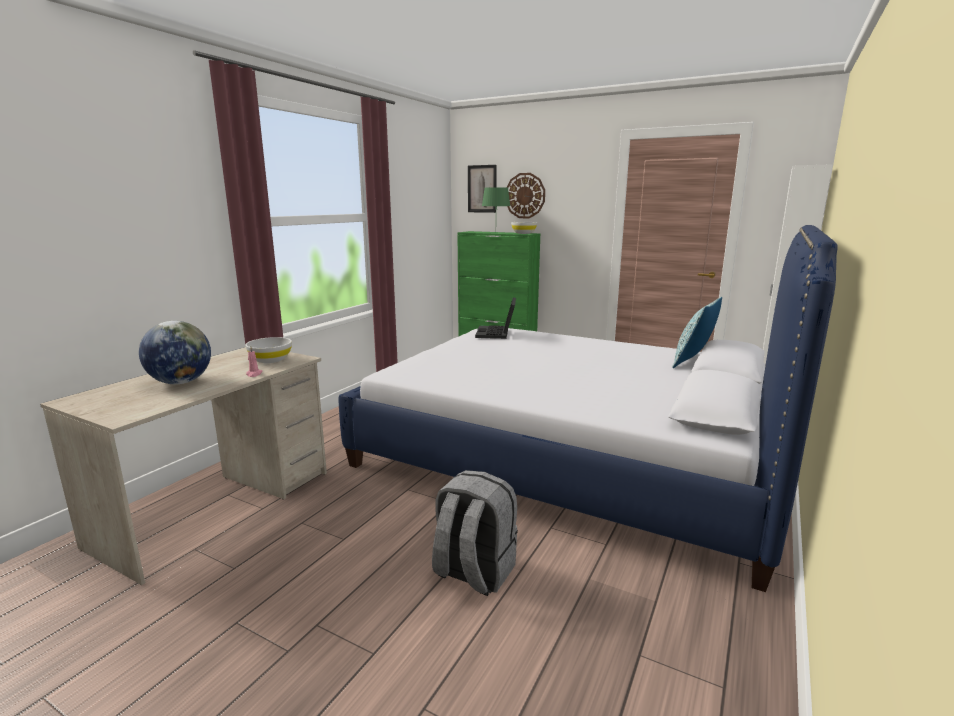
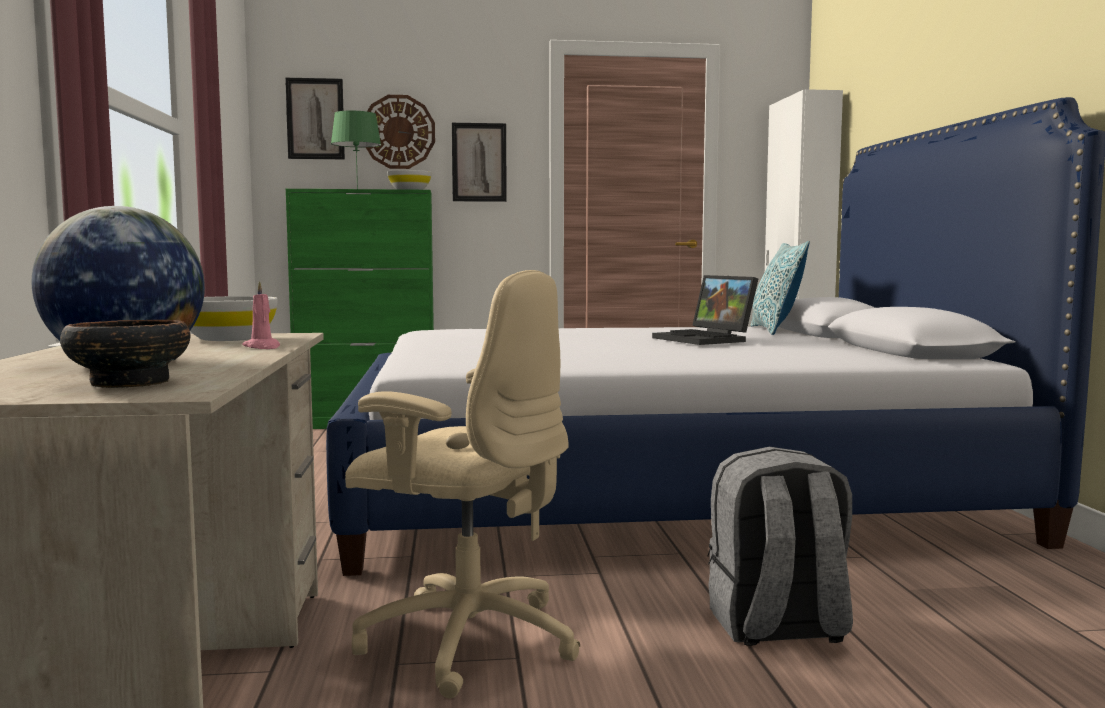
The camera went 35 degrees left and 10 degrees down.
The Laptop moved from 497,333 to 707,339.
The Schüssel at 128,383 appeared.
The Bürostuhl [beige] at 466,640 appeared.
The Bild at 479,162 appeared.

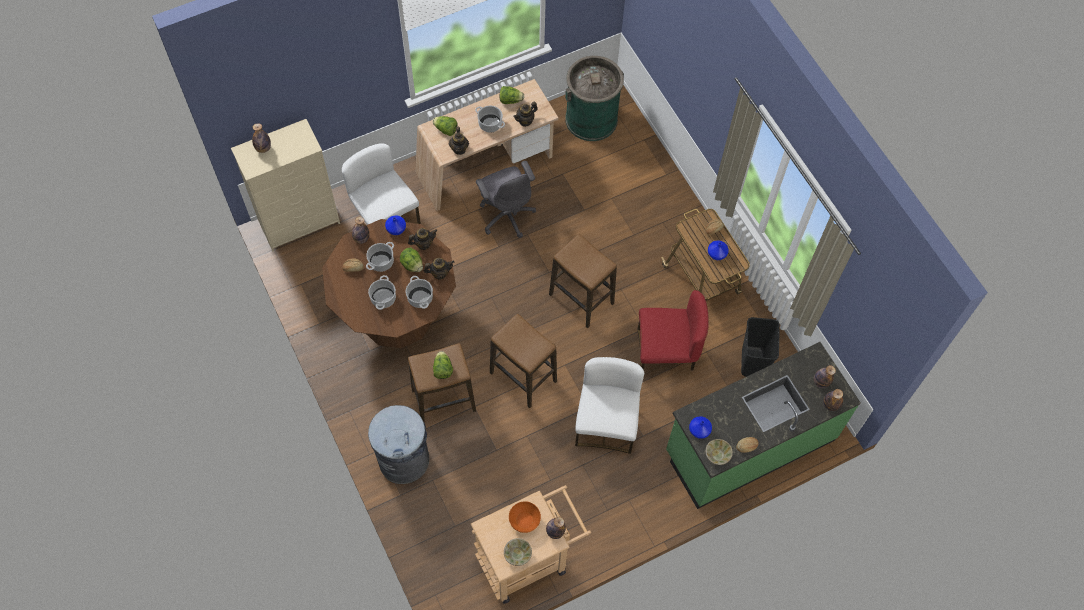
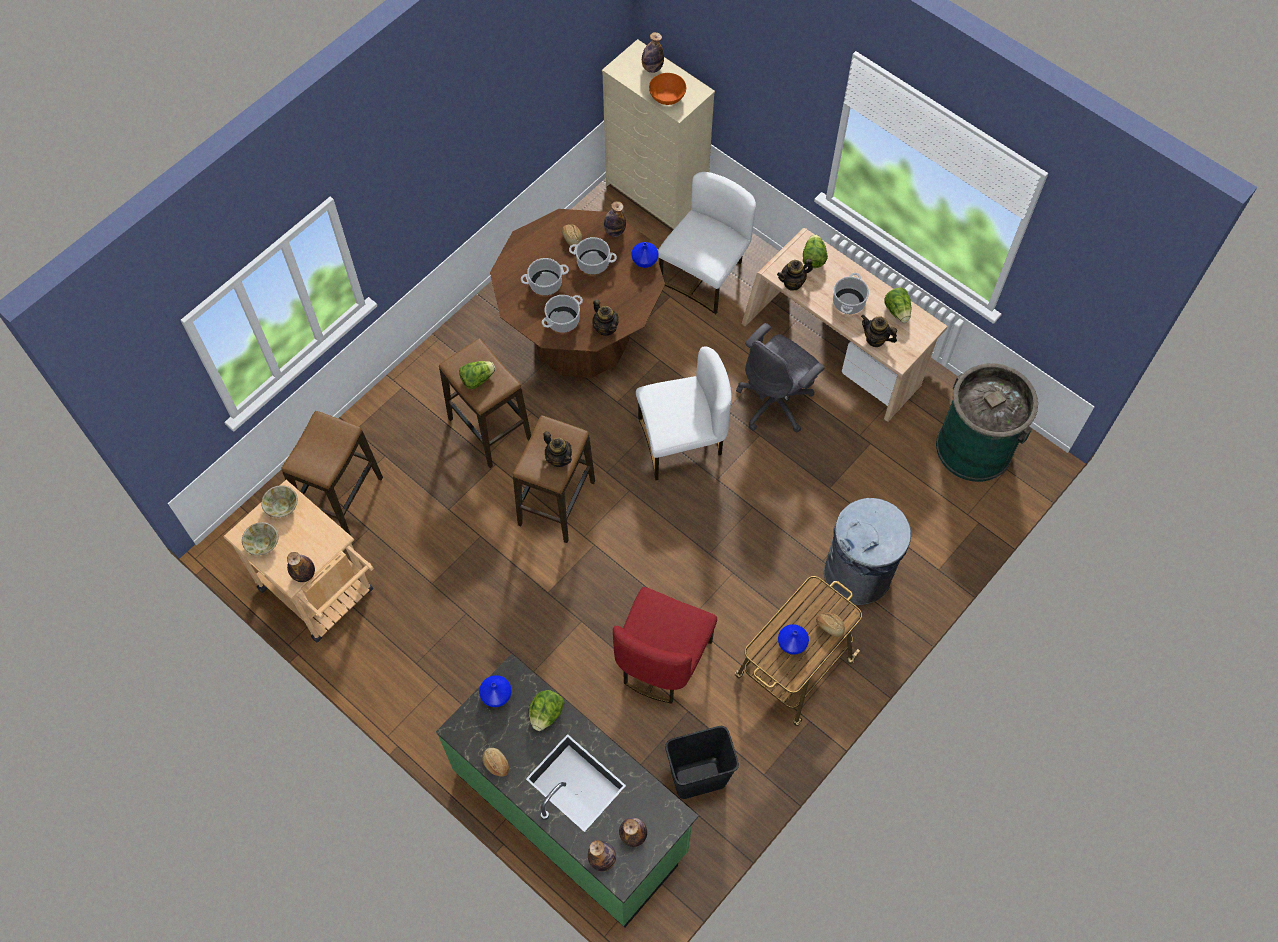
The camera went 70 degrees right and 0 degrees up.
The Mülleimer [grau] moved from 404,459 to 858,574.
The Salatkopf moved from 412,265 to 546,714.
The Teekanne moved from 423,244 to 559,458.
The Schüssel [orange] moved from 524,520 to 667,97.
The Hocker moved from 581,299 to 342,499.
The Stuhl [weiß] moved from 606,423 to 681,442.
The Stuhl [rot] at 665,354 turned 45 degrees clockwise.
The Schüssel [beige] moved from 717,454 to 282,506.

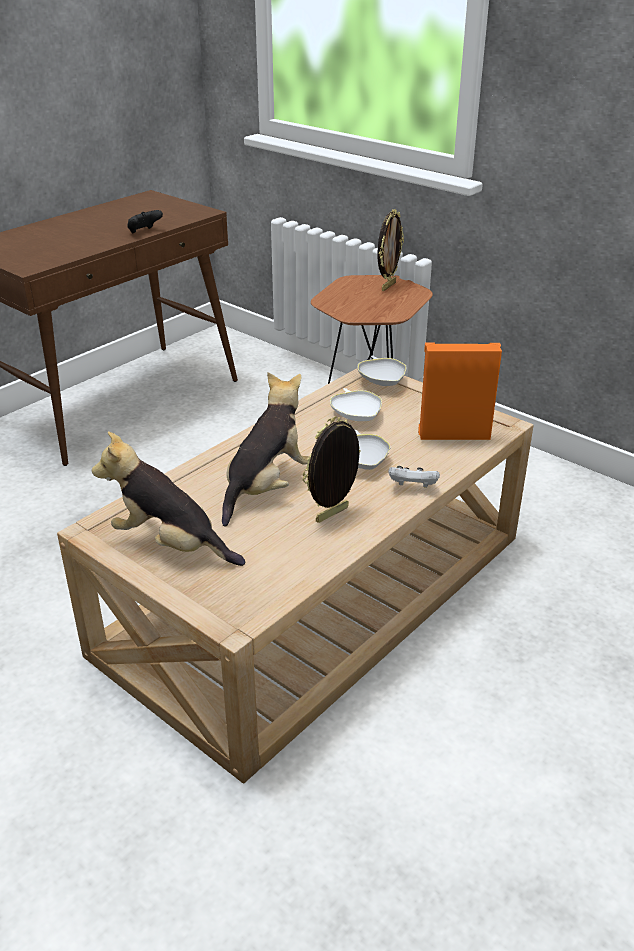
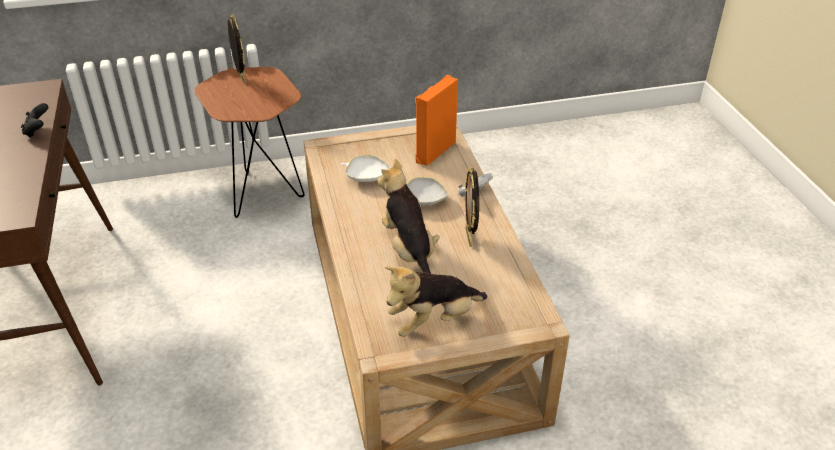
The camera went 55 degrees left and 5 degrees up.
The Schüssel [weiß] at 382,381 disappeared.

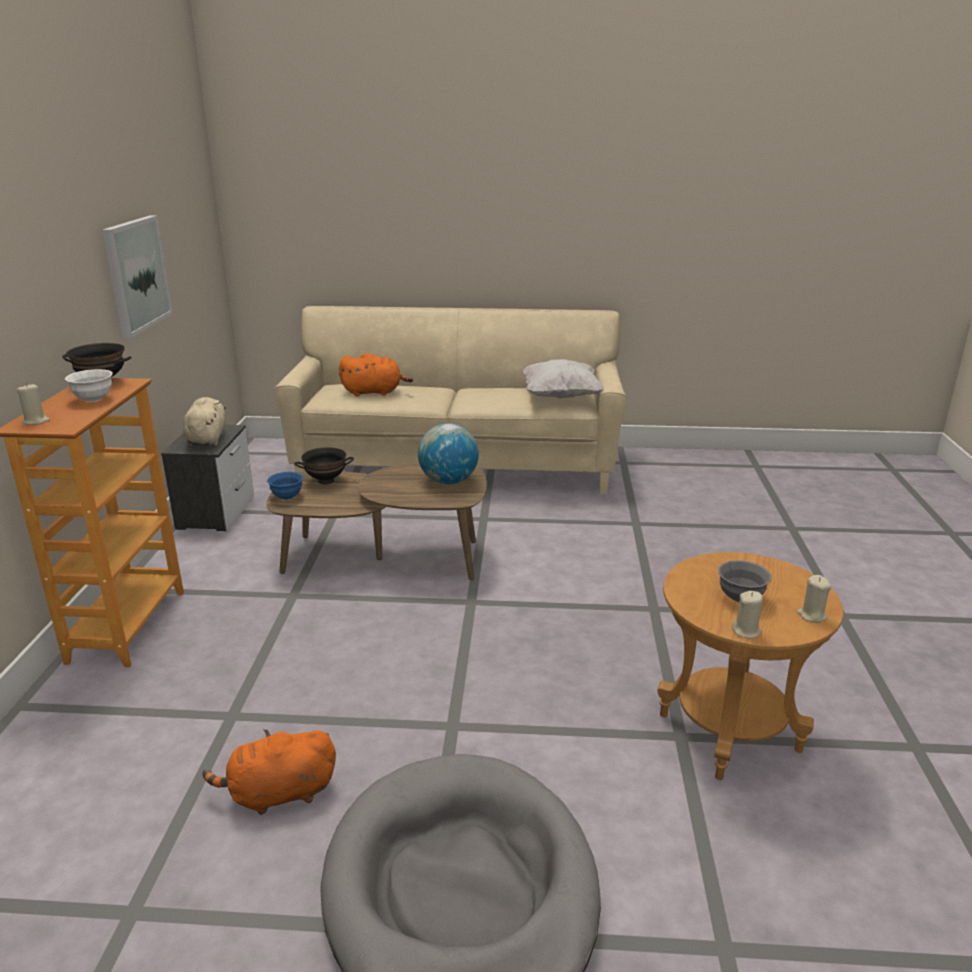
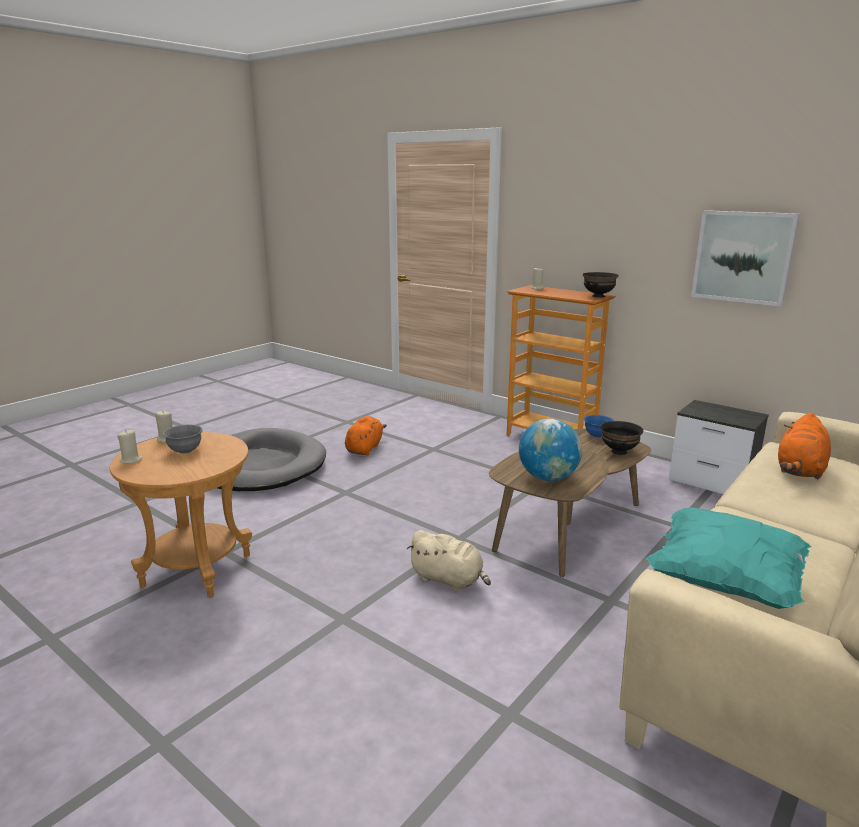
The camera went 125 degrees right and 5 degrees down.
The Schüssel [weiß] at 94,399 disappeared.
The Plüschtier [beige] moved from 207,439 to 449,580.
The Kissen [weiß] at 560,397 became the Kissen [türkis] at 725,582.

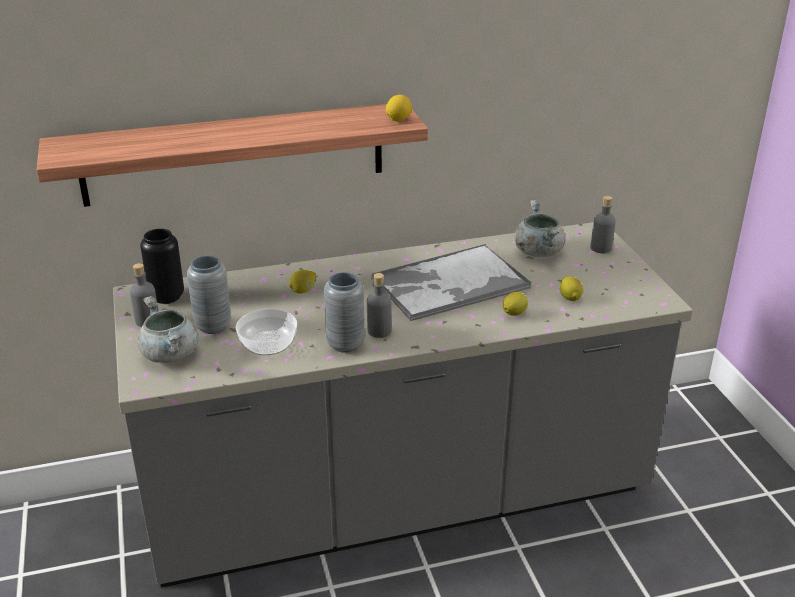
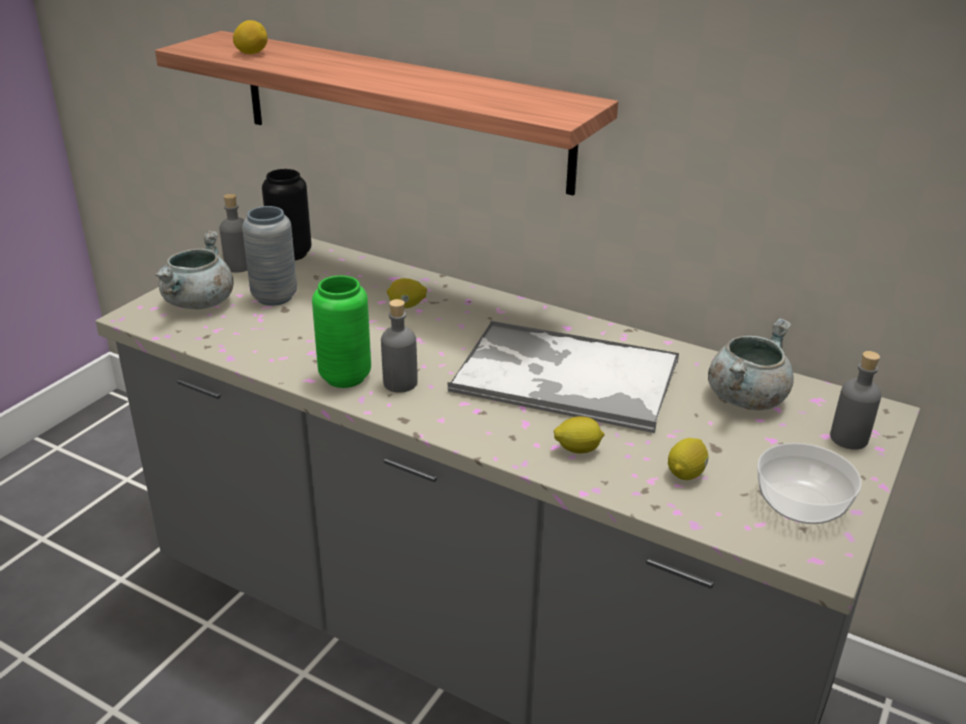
The camera went 45 degrees right and 0 degrees up.
The Schüssel moved from 268,345 to 801,504.
The Vase [grau] at 345,344 became the Vase [grün] at 345,377.
The Zitrone moved from 398,119 to 252,53.

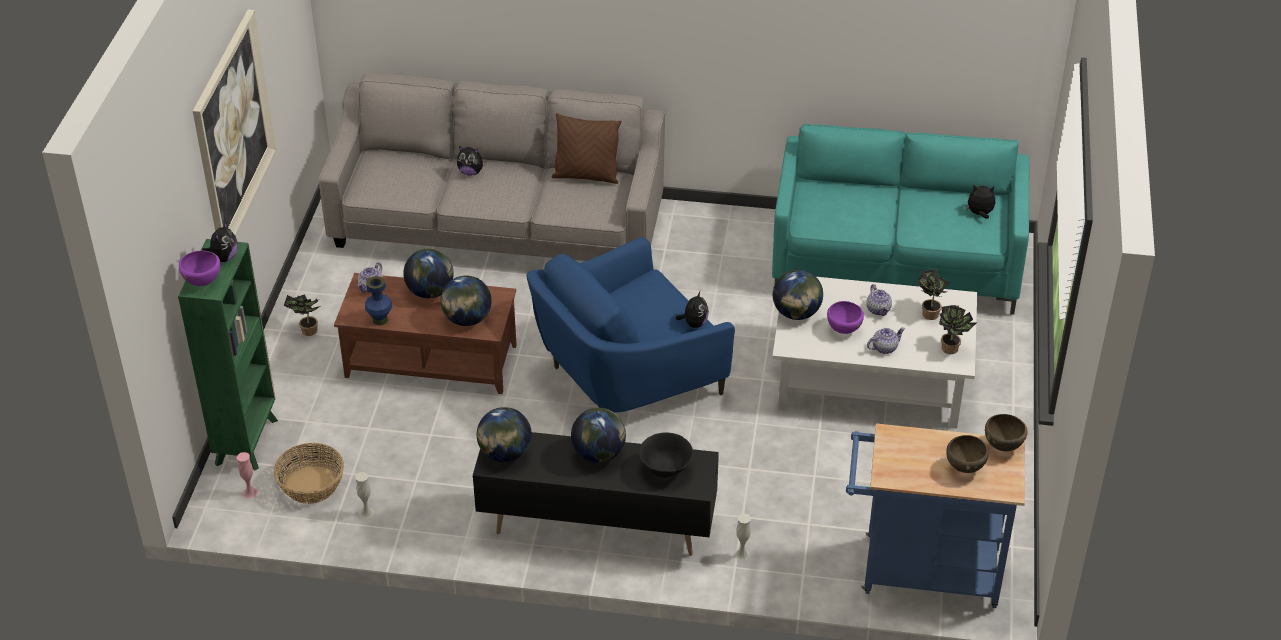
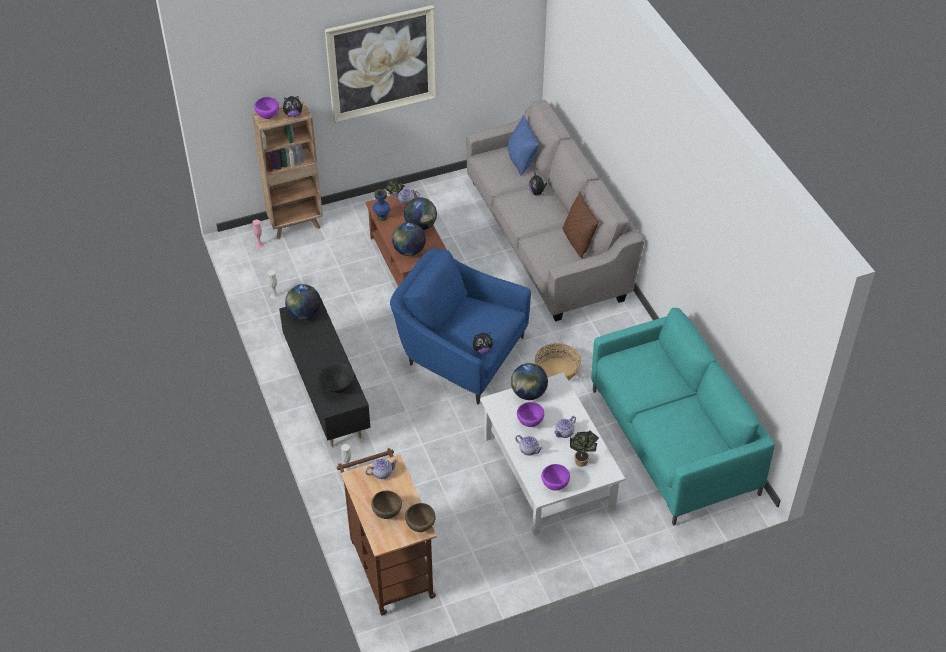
The camera went 60 degrees right and 5 degrees up.
The Bücherregal [grün] at 247,440 became the Bücherregal [braun] at 296,225.
The Korb moved from 312,485 to 557,371.
The Globus at 599,454 disappeared.
The Rollwagen [blau] at 921,572 became the Rollwagen [braun] at 389,564.
The Topfpflanze at 952,349 was replaced by the Schüssel [lila] at 554,486.
The Plüschtier at 979,214 disappeared.
The Teekanne at 382,473 appeared.
The Kissen [blau] at 521,160 appeared.

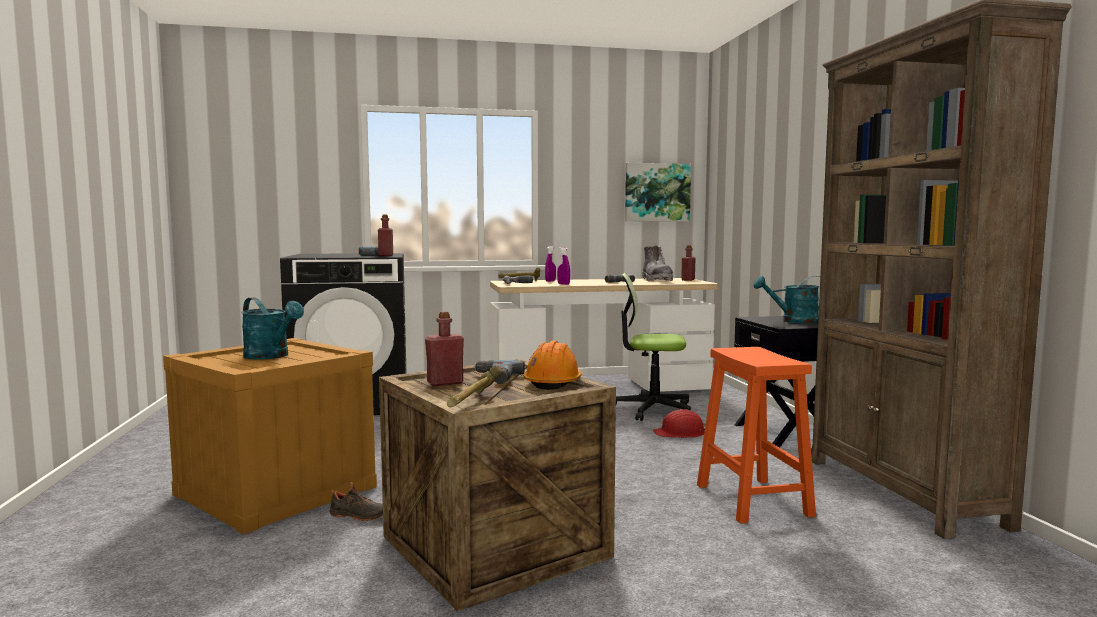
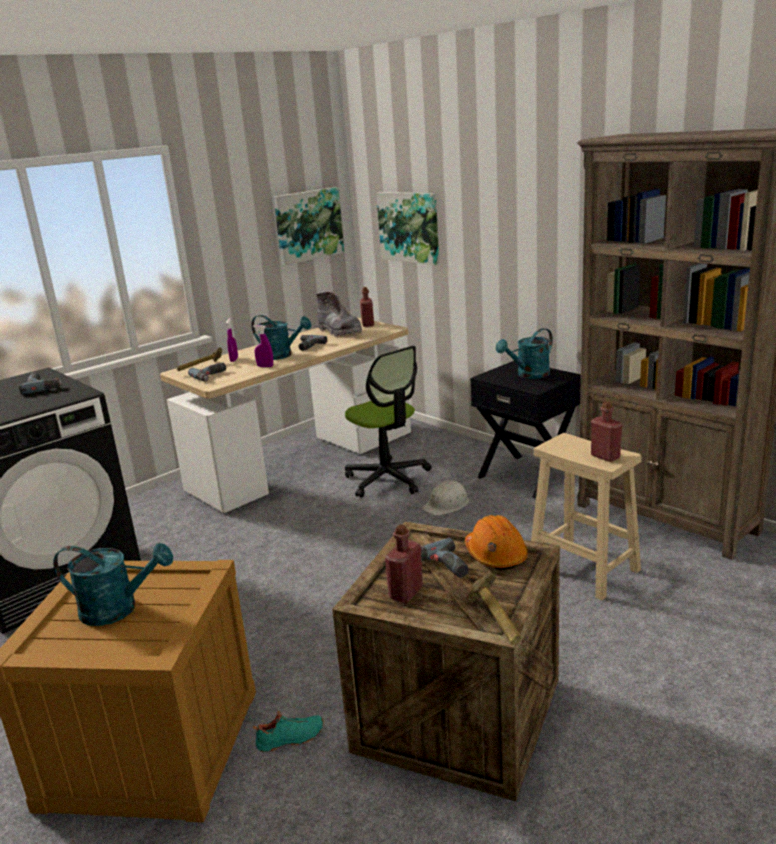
The camera went 30 degrees left and 15 degrees up.
The Schuh [schwarz] at 358,516 became the Schuh [türkis] at 291,739.
The Flasche [rot] moved from 386,255 to 605,456.
The Bürostuhl at 651,410 turned 105 degrees counterclockwise.
The Schutzhelm [rot] at 680,433 became the Schutzhelm [weiß] at 447,504.
The Hocker [orange] at 754,500 became the Hocker [beige] at 585,569.
The Gießkanne [türkis] at 282,356 appeared.
The Bild at 409,227 appeared.

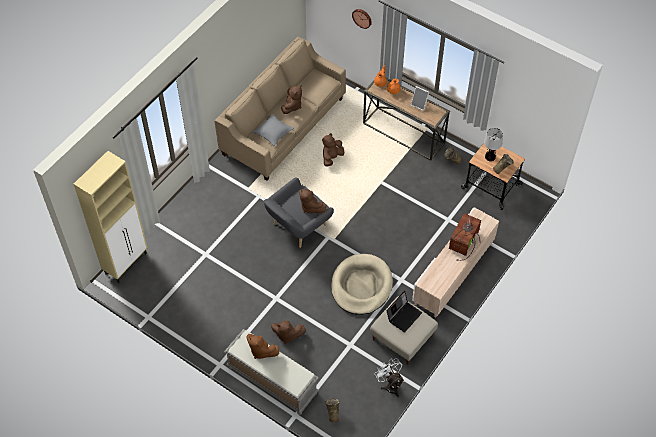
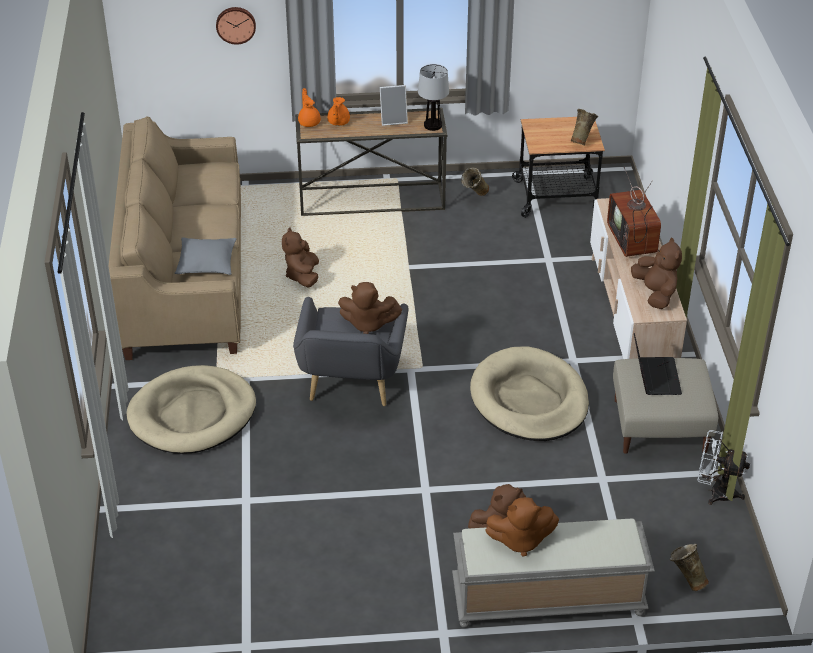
The camera went 40 degrees left and 15 degrees down.
The Schrank [beige] at 126,263 disappeared.
The Plüschtier [braun] moved from 292,106 to 655,294.
The Tischlampe moved from 490,156 to 432,125.
The Hundebett [beige] at 192,414 appeared.

